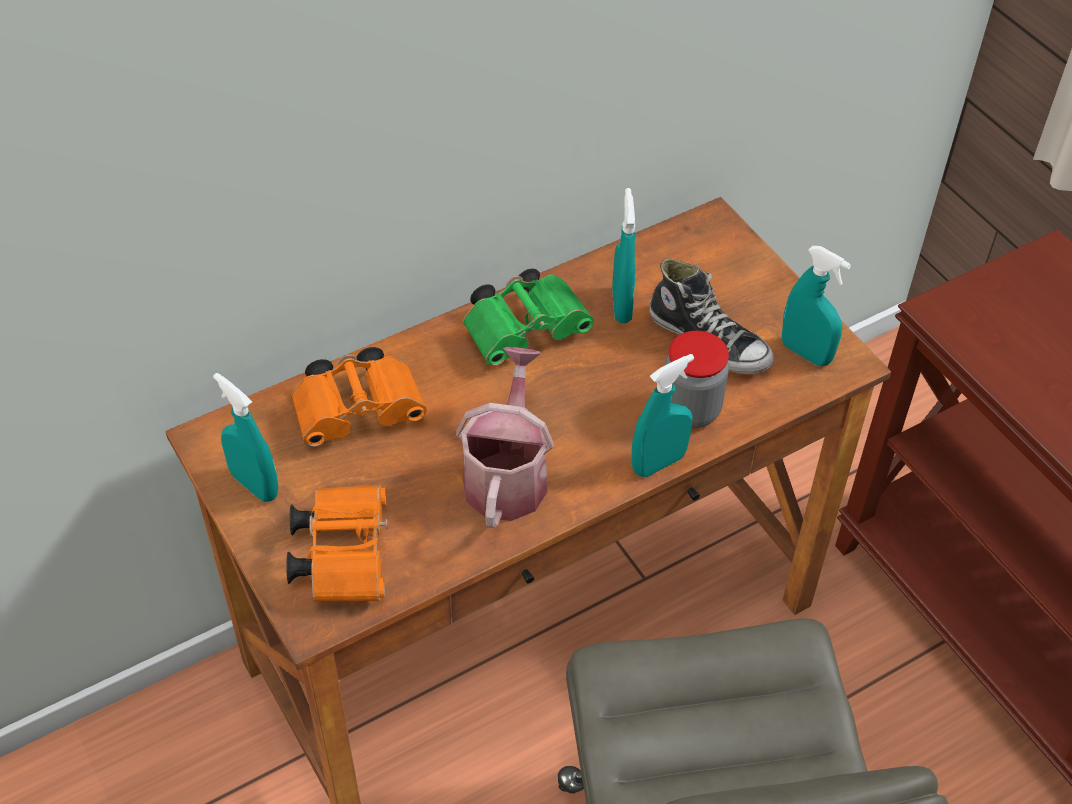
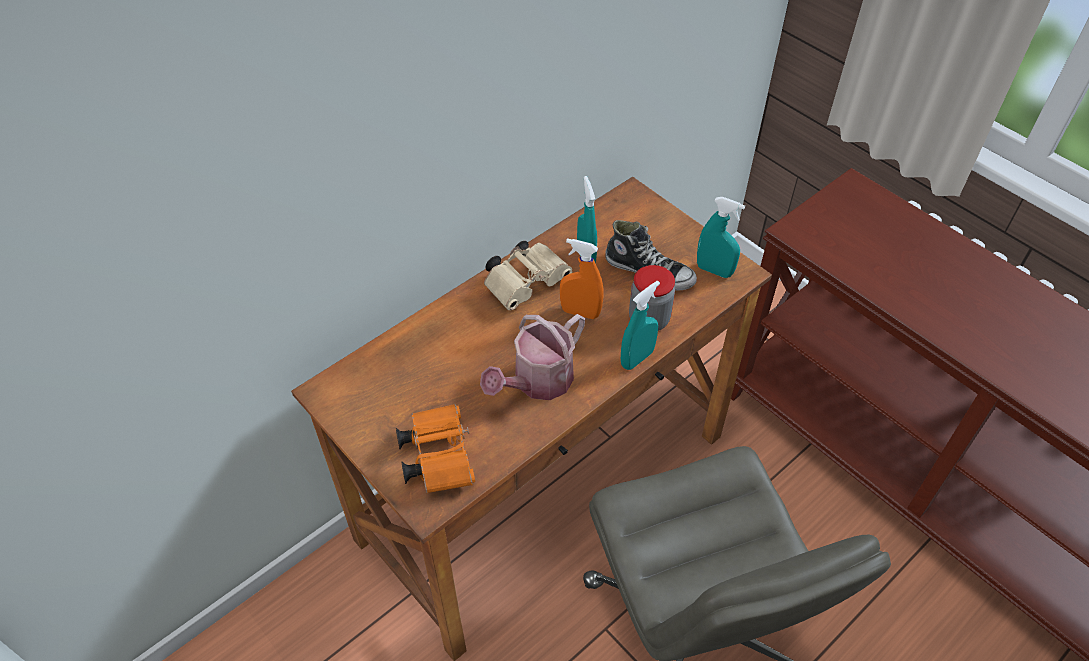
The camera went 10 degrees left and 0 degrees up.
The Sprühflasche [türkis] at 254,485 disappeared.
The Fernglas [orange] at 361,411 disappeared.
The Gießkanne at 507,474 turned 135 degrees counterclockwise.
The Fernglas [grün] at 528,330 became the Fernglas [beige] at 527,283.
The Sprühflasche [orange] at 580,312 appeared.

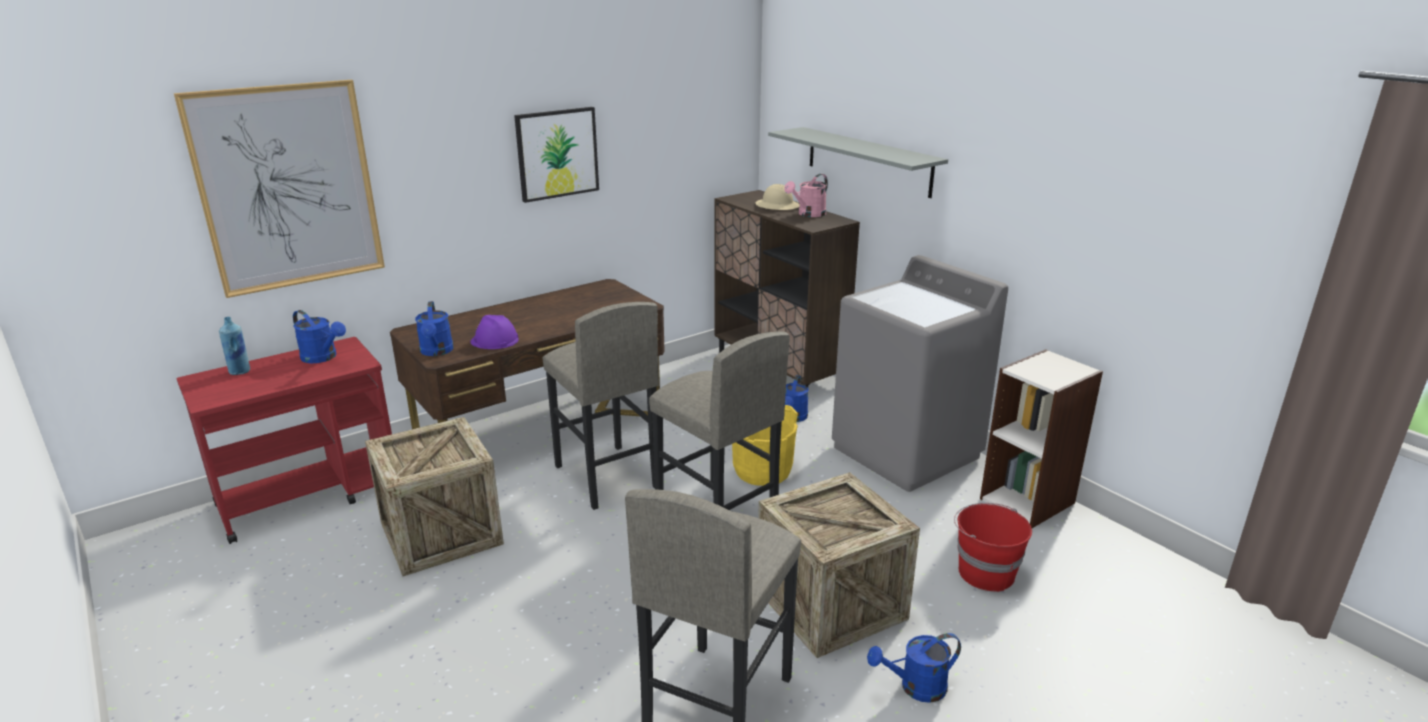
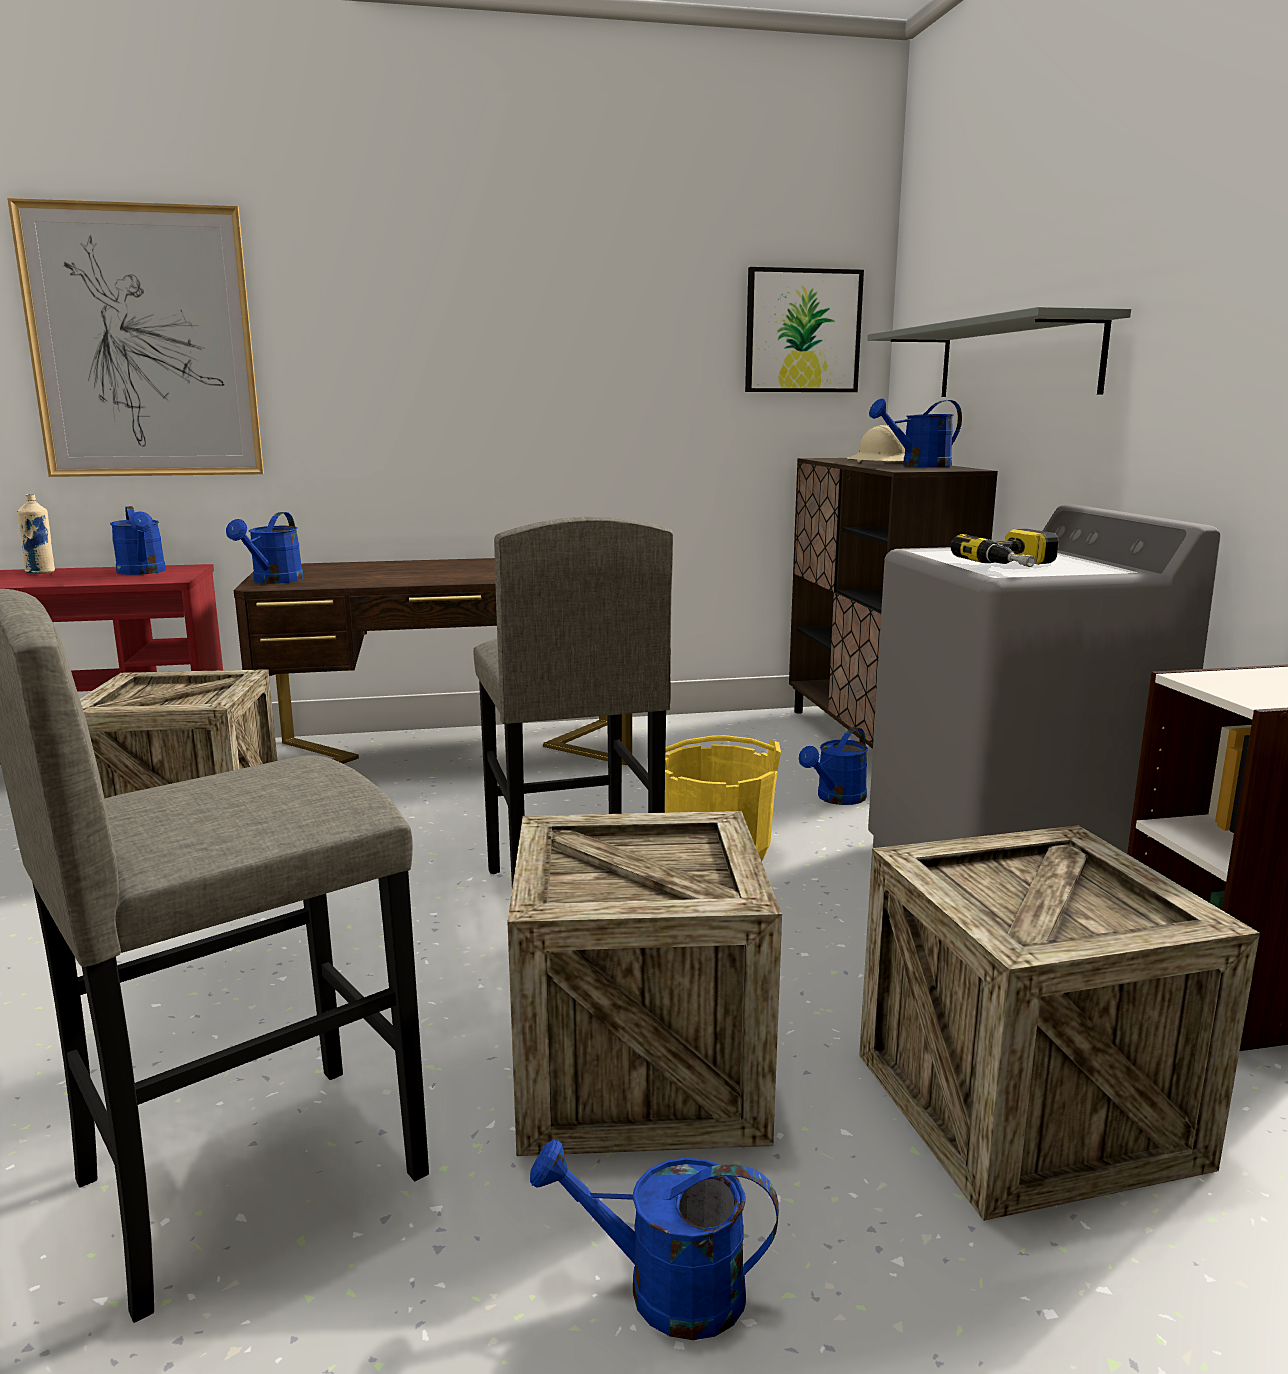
The camera went 25 degrees right and 10 degrees down.
The Flasche [blau] at 240,371 became the Flasche [beige] at 41,572.
The Schutzhelm [lila] at 494,340 disappeared.
The Bild moved from 557,153 to 802,331.
The Hocker [grau] at 606,477 disappeared.
The Gießkanne [rosa] at 808,214 became the Gießkanne [blau] at 918,466.
The Eimer [rot] at 985,572 was replaced by the Kiste at 1024,1108.
The Bohrmaschine at 1017,566 appeared.

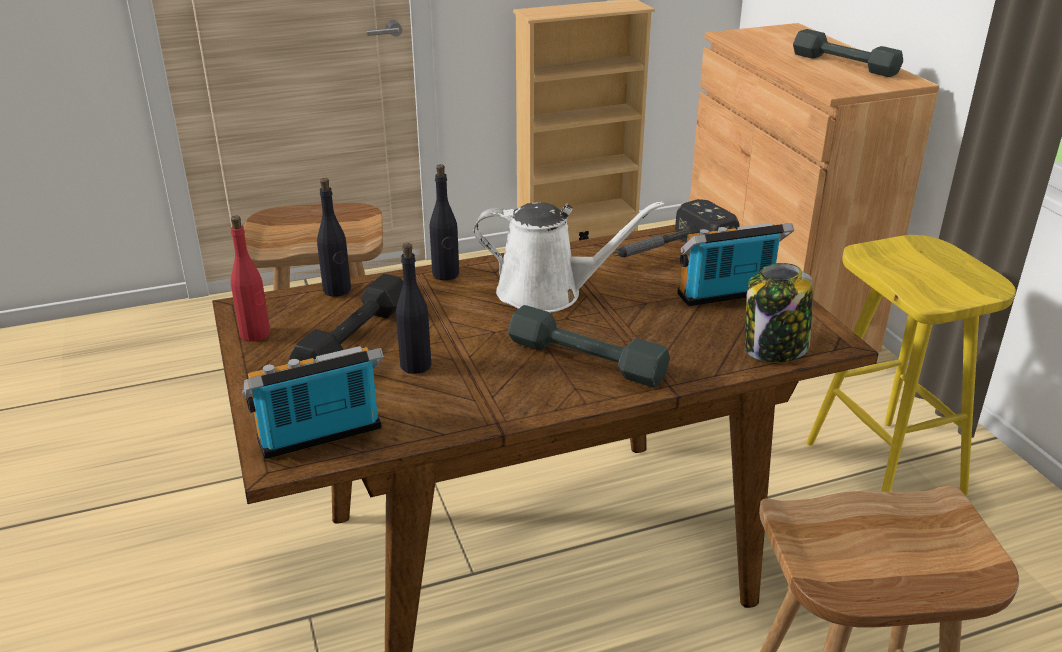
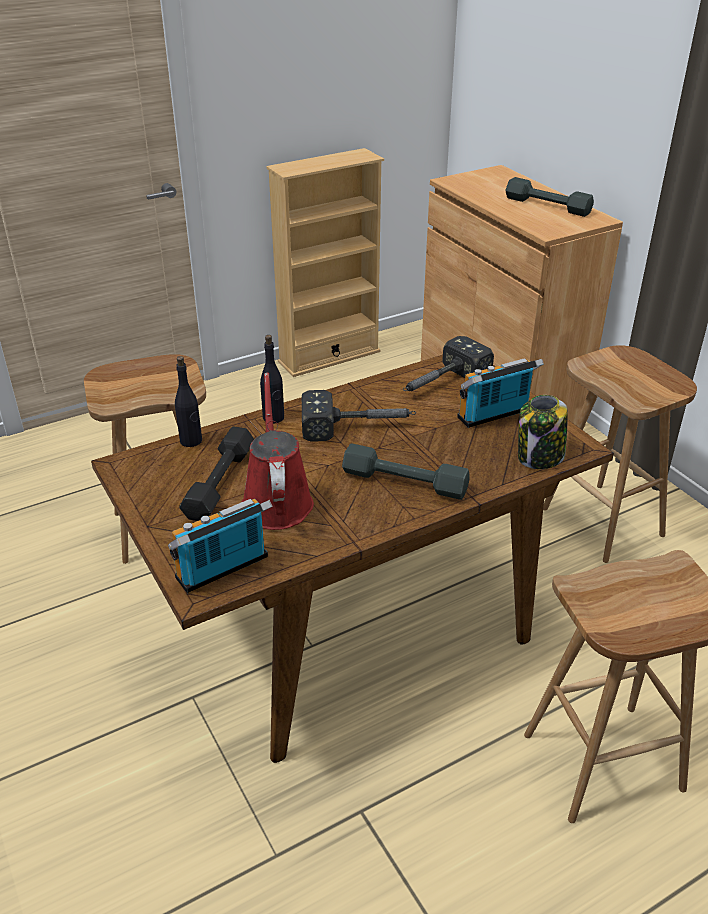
The camera went 10 degrees left and 5 degrees up.
The Flasche [rot] at 255,334 disappeared.
The Flasche [schwarz] at 416,365 was replaced by the Gießkanne [rot] at 276,500.
The Gießkanne [weiß] at 548,293 was replaced by the Hammer at 359,426.
The Hocker [gelb] at 886,468 became the Hocker [braun] at 604,522.

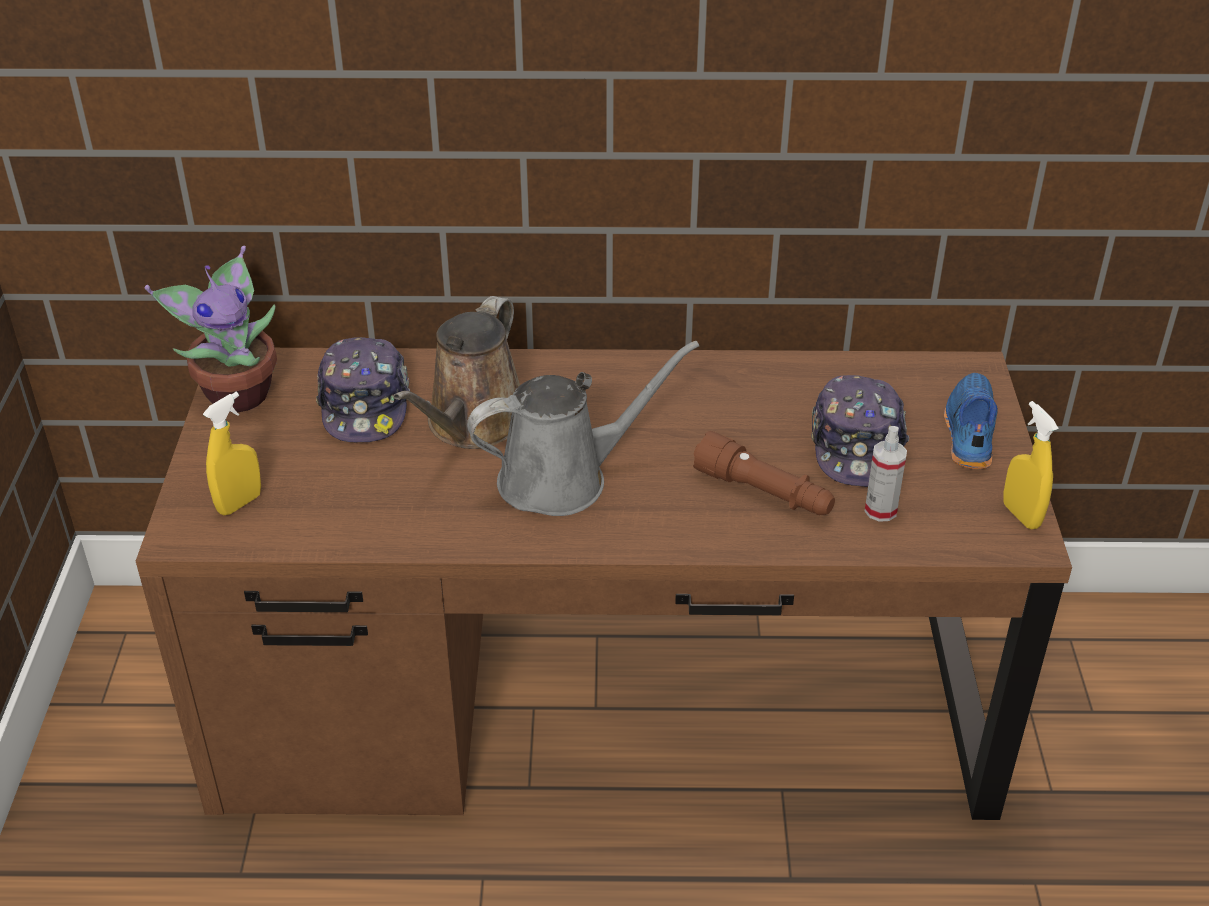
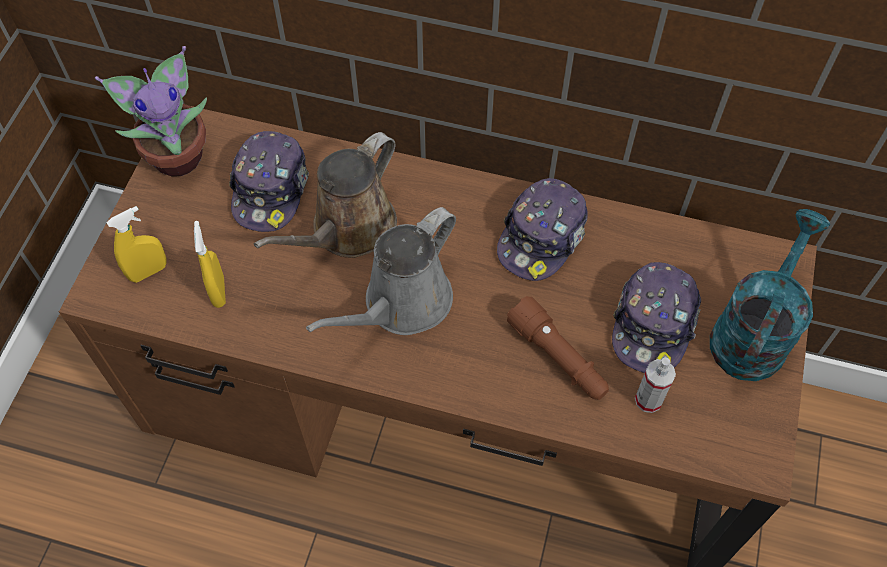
The camera went 15 degrees right and 20 degrees up.
The Gießkanne [grau] at 563,479 turned 135 degrees clockwise.
The Schuh [blau] at 967,432 was replaced by the Gießkanne [türkis] at 753,331.
The Sprühflasche [gelb] moved from 1021,515 to 218,291.
The Kappe at 542,237 appeared.

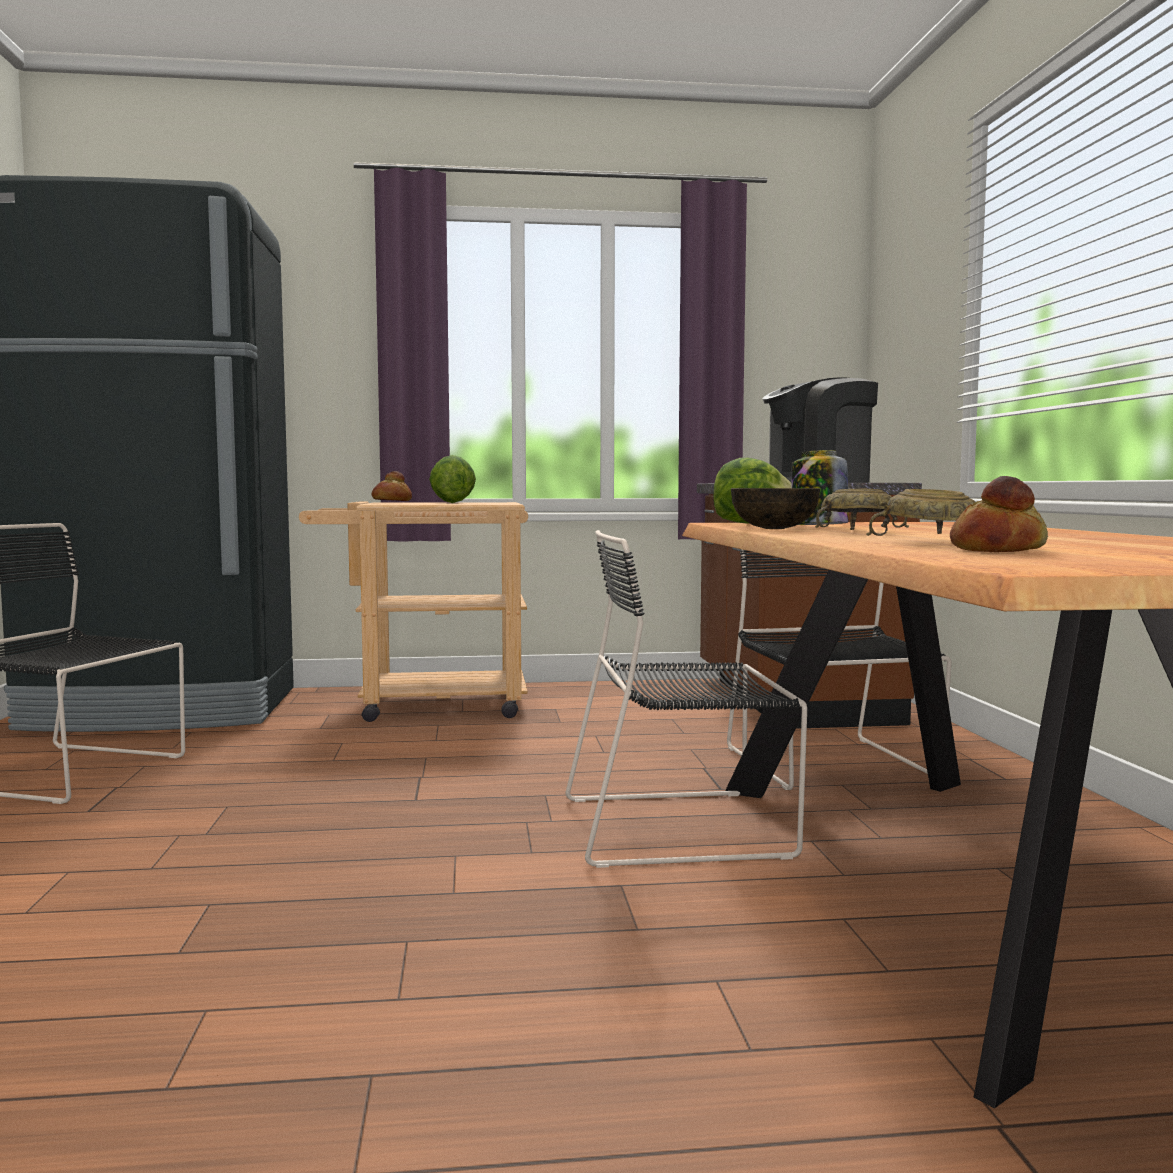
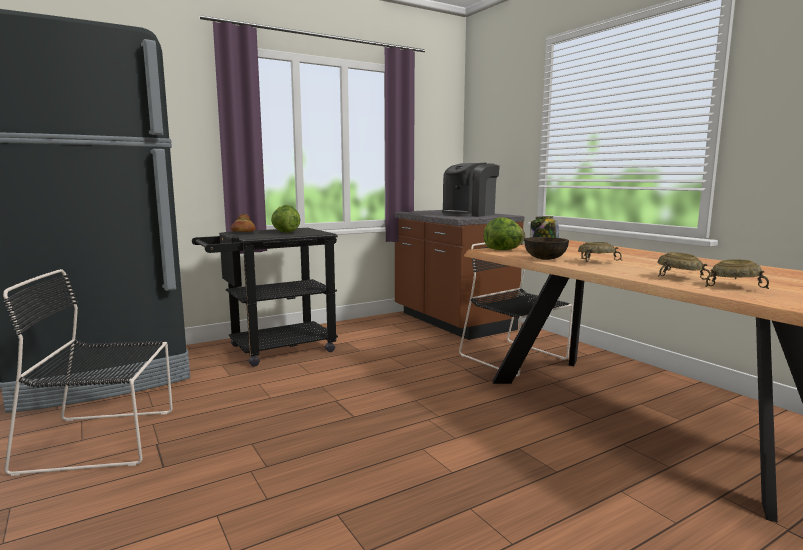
The camera went 25 degrees left and 5 degrees up.
The Rollwagen [beige] at 425,706 became the Rollwagen [schwarz] at 272,350.
The Stuhl [schwarz] at 683,826 disappeared.
The Brot at 998,550 was replaced by the Schüssel [beige] at 735,286.

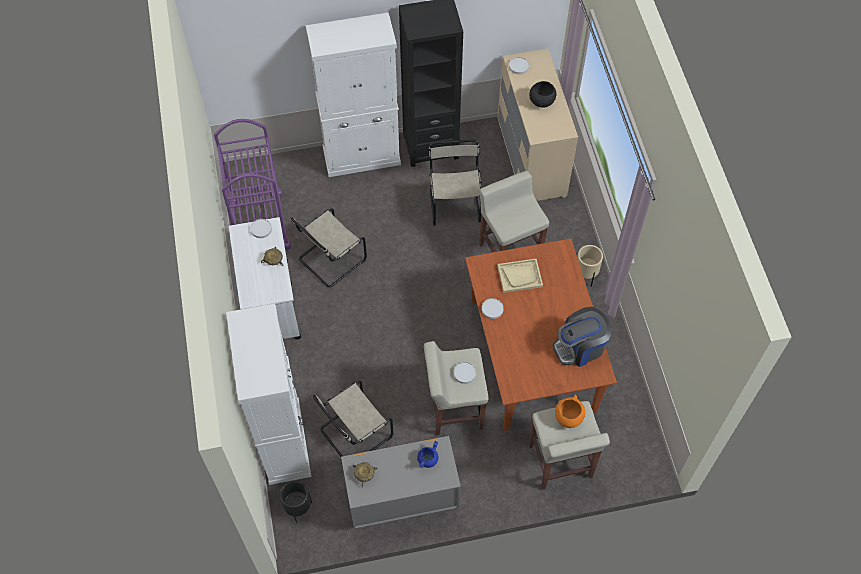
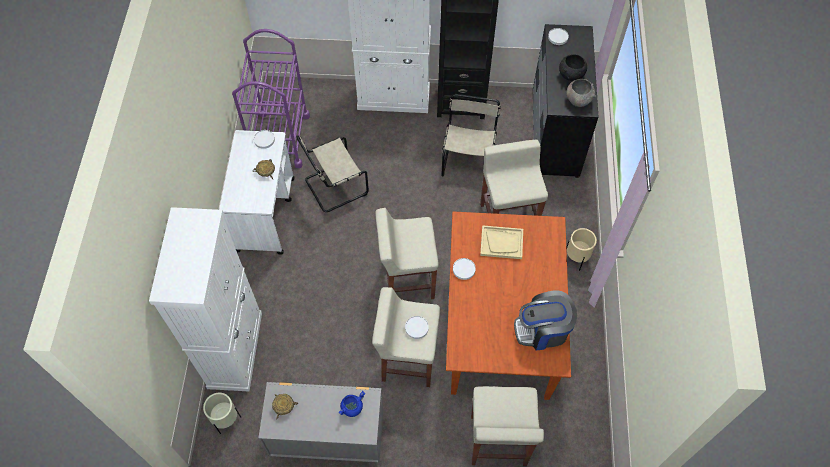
The camera went 15 degrees right and 0 degrees up.
The Pflanzkübel [schwarz] at 298,508 became the Pflanzkübel [beige] at 226,420.
The Stuhl [beige] at 353,434 disappeared.
The Kommode [beige] at 531,157 became the Kommode [schwarz] at 555,132.
The Schüssel [orange] at 568,418 disappeared.
The Hocker [beige] at 407,279 appeared.
The Schüssel [grau] at 578,100 appeared.

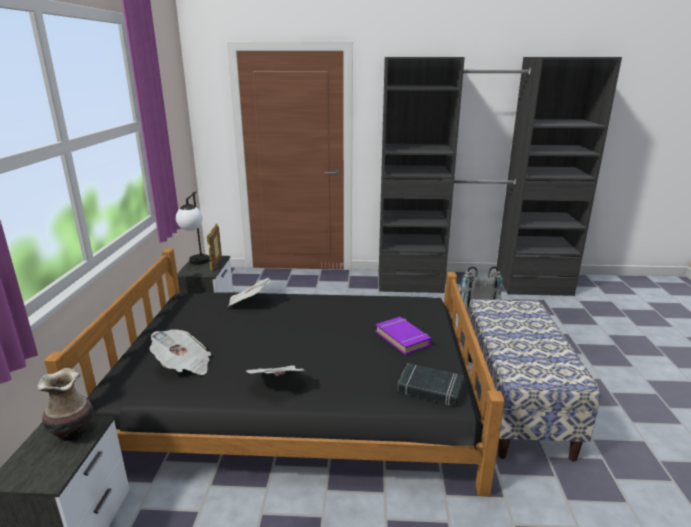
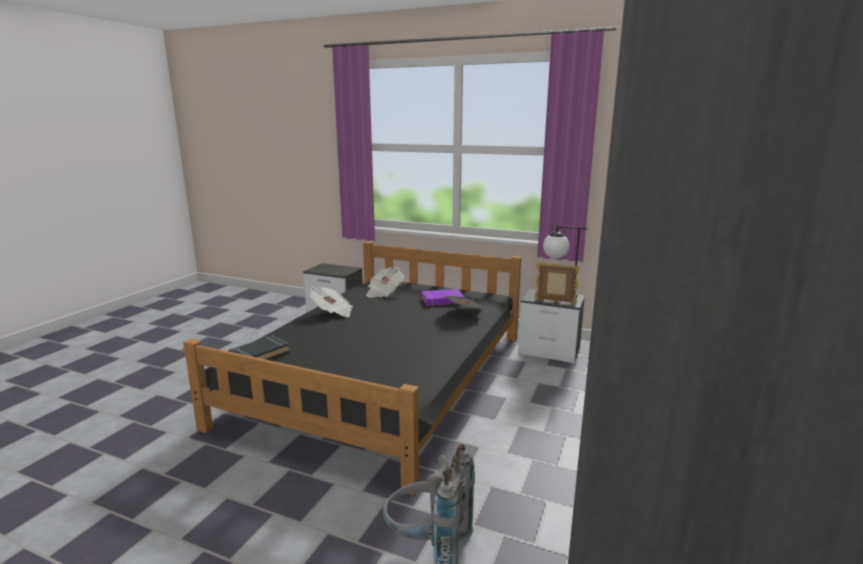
The camera went 110 degrees right and 5 degrees down.
The Vase at 72,433 disappeared.
The Buch [lila] moved from 403,338 to 442,301.
The Bank at 514,402 disappeared.

